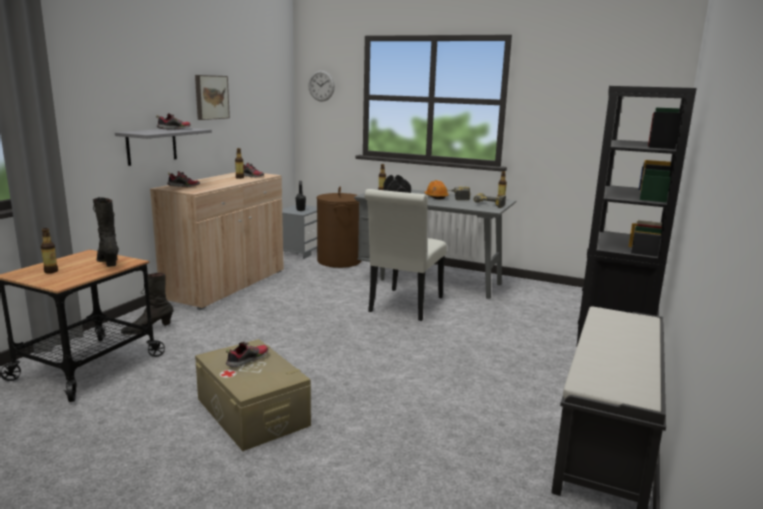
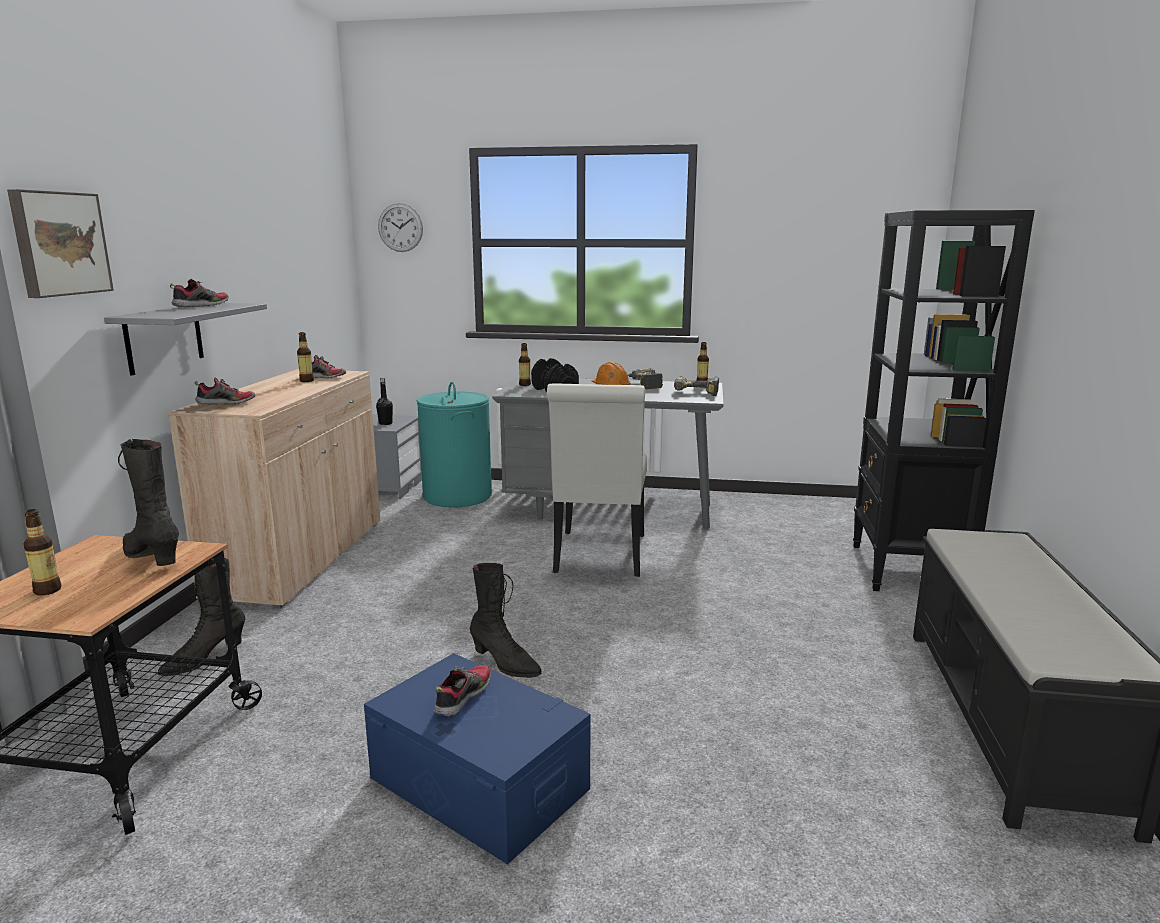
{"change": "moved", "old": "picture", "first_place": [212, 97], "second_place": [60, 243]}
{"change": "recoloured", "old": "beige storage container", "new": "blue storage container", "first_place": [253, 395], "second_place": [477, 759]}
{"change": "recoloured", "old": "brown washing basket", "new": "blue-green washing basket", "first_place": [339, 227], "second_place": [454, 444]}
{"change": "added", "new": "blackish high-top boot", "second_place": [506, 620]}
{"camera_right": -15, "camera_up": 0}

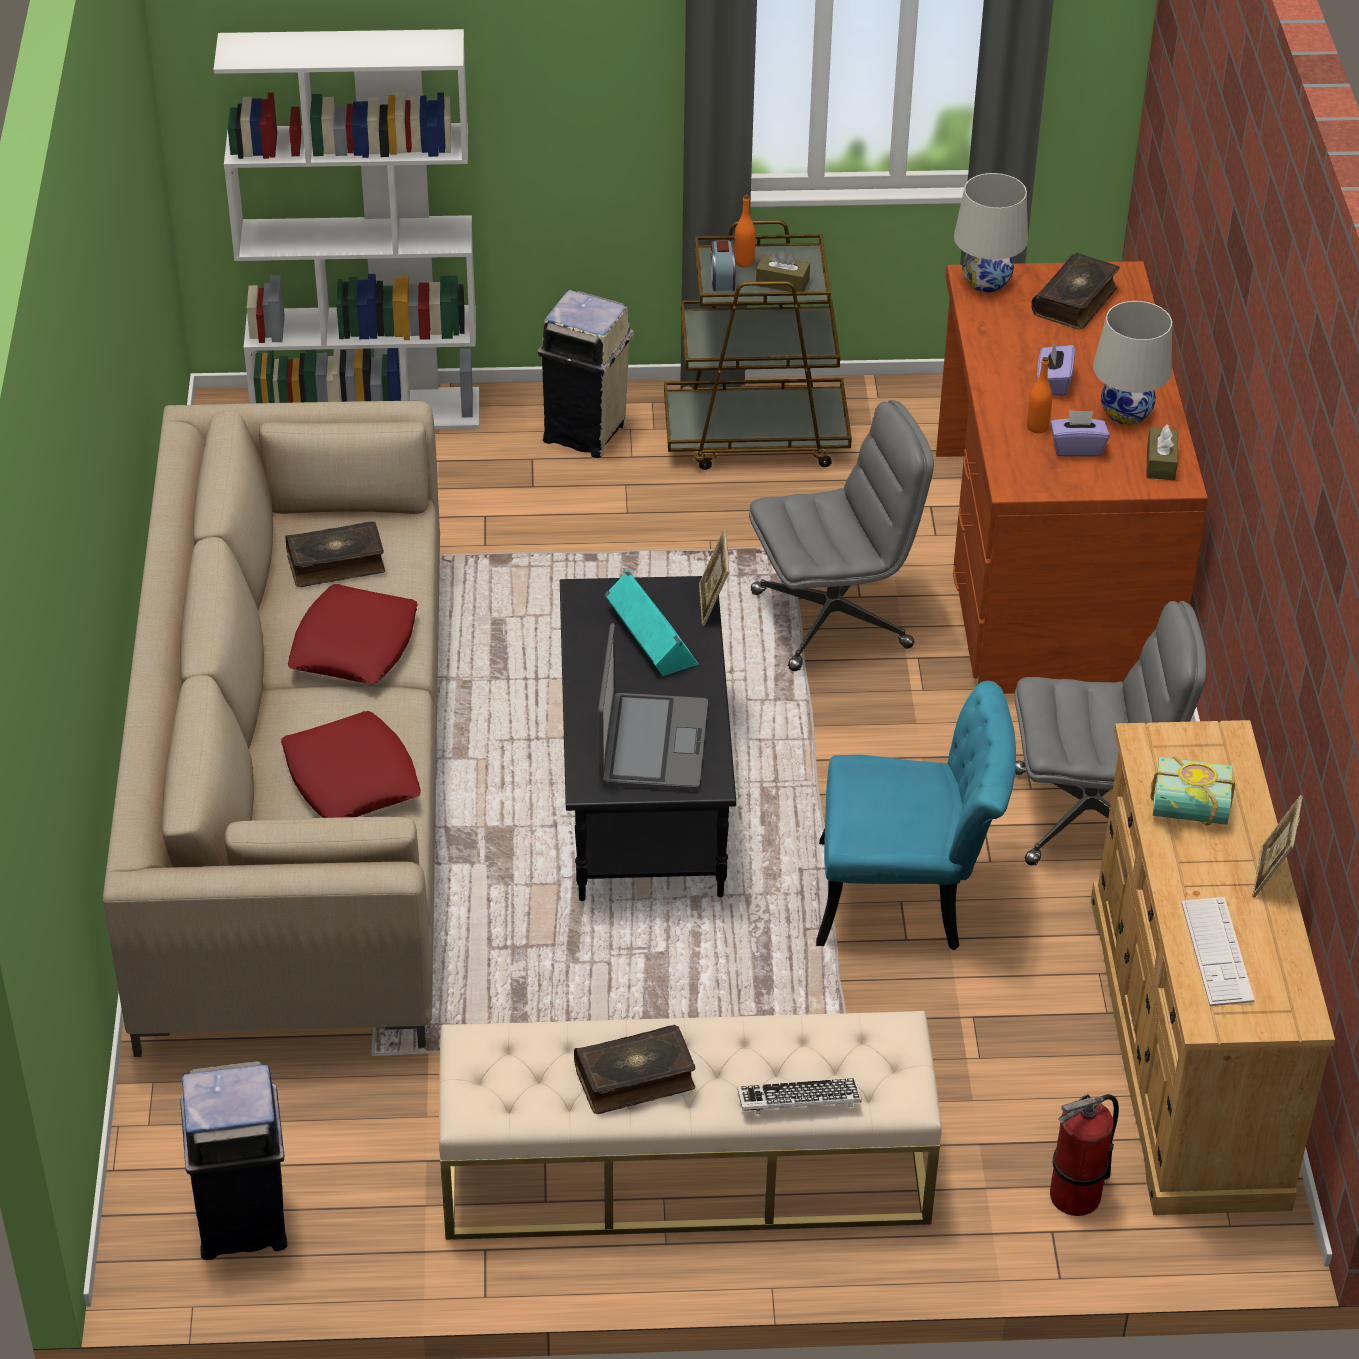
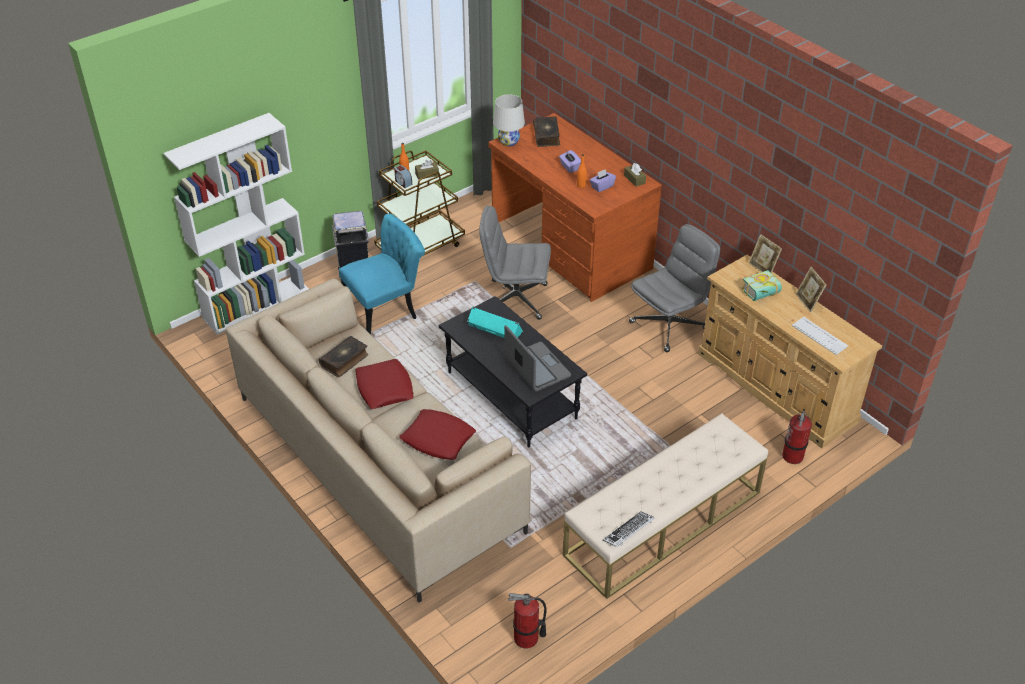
{"change": "replaced", "old": "blue trash can", "new": "fire-fighting cylinder", "first_place": [233, 1160], "second_place": [527, 621]}
{"change": "removed", "old": "book", "first_place": [634, 1069]}
{"change": "moved", "old": "photo frame", "first_place": [714, 578], "second_place": [765, 253]}
{"change": "moved", "old": "keyboard", "first_place": [799, 1096], "second_place": [628, 529]}
{"change": "turned", "old": "gray office chair", "first_place": [841, 535], "second_place": [515, 263], "degrees": -120}
{"change": "moved", "old": "blue-green chair", "first_place": [916, 815], "second_place": [382, 273]}
{"change": "removed", "old": "whitish tabletop lamp", "first_place": [1132, 363]}
{"camera_right": -35, "camera_up": 0}

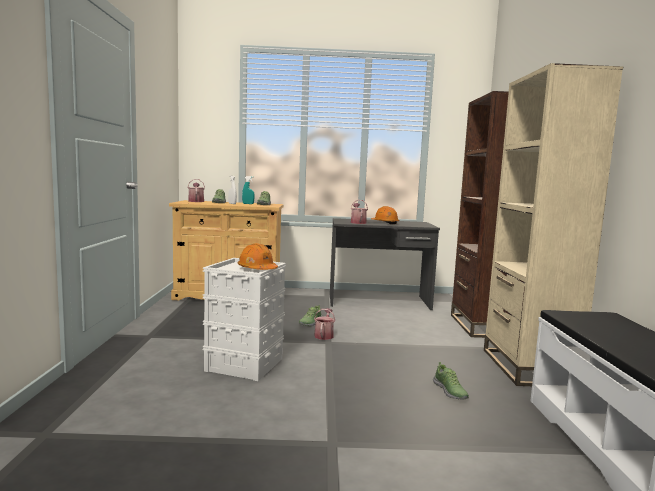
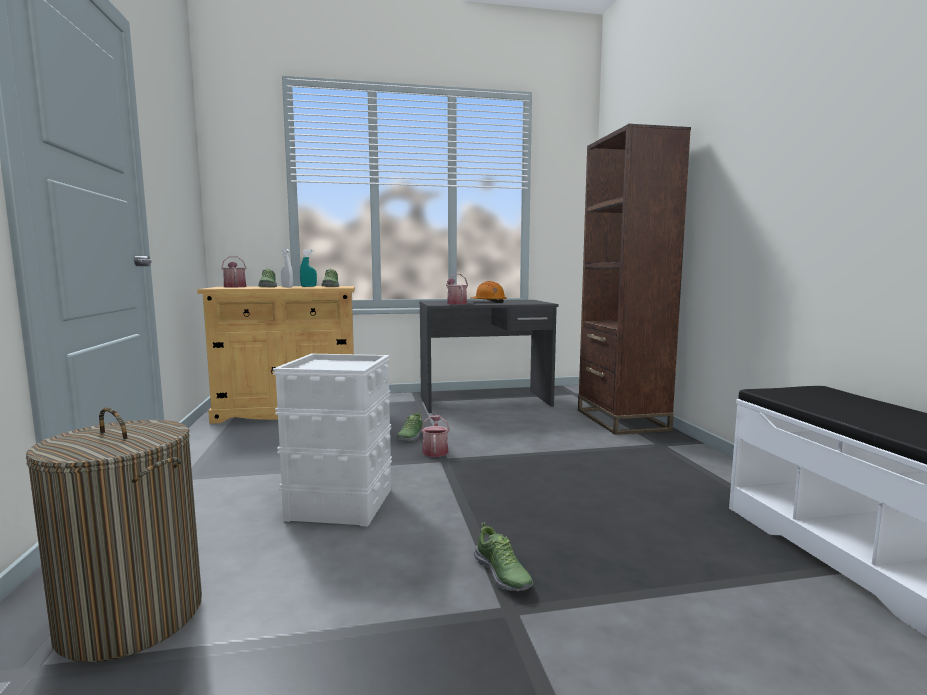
{"change": "removed", "old": "orangey hard hat", "first_place": [257, 256]}
{"change": "moved", "old": "item of footwear", "first_place": [451, 381], "second_place": [503, 556]}
{"change": "removed", "old": "beige shelving unit", "first_place": [553, 224]}
{"change": "added", "new": "washing basket", "second_place": [114, 535]}
{"camera_right": -10, "camera_up": 0}

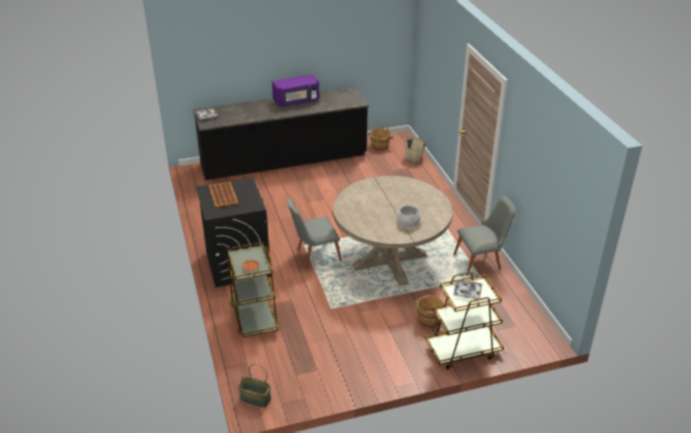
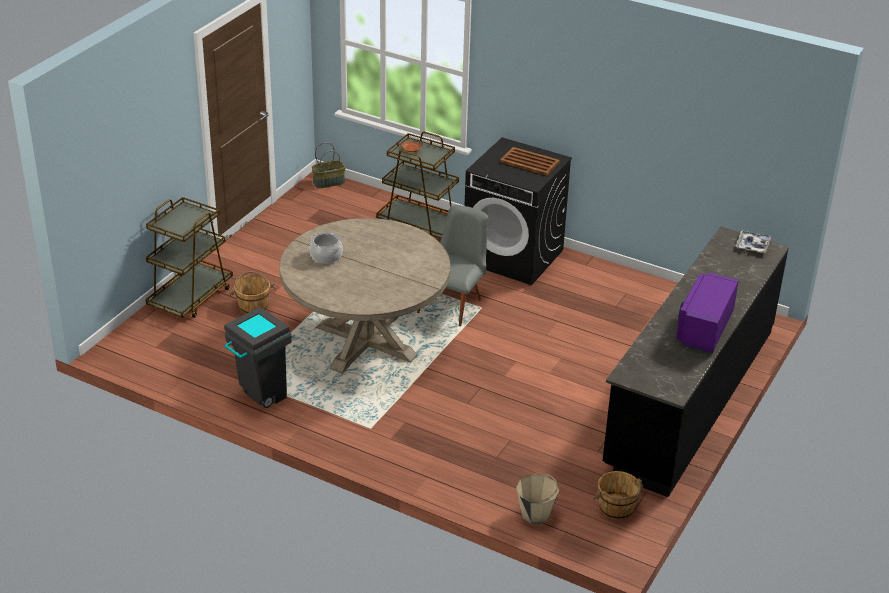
{"change": "replaced", "old": "gray chair", "new": "gray trash can", "first_place": [484, 236], "second_place": [258, 357]}
{"change": "removed", "old": "tray", "first_place": [467, 289]}
{"camera_right": 135, "camera_up": 0}

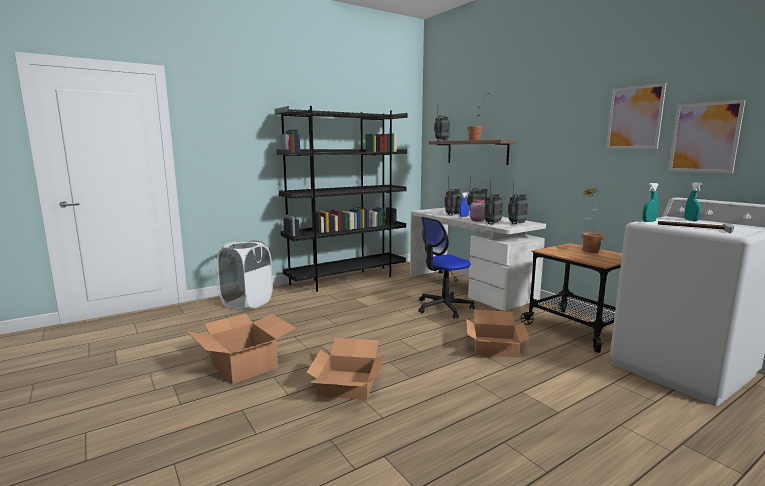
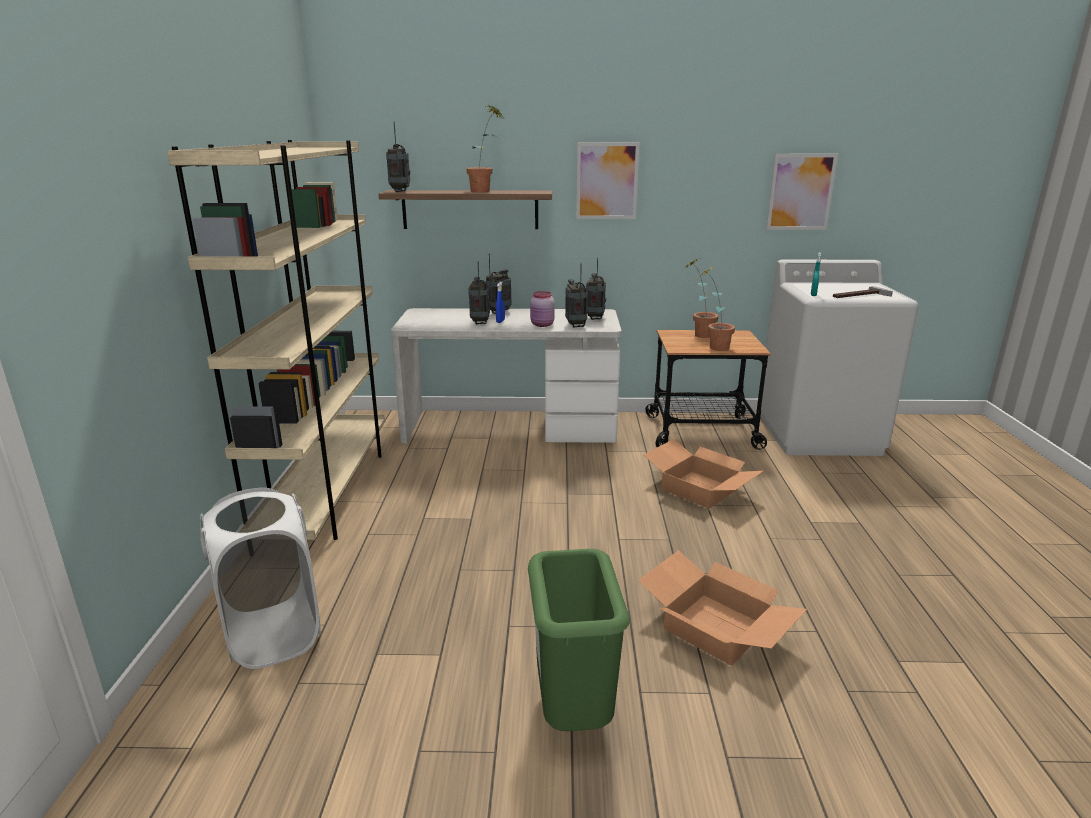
{"change": "replaced", "old": "carton", "new": "greenish trash can", "first_place": [241, 348], "second_place": [579, 640]}
{"change": "recoloured", "old": "blackish shelving unit", "new": "beige shelving unit", "first_place": [341, 199], "second_place": [276, 340]}
{"change": "removed", "old": "office chair", "first_place": [446, 267]}
{"change": "moved", "old": "picture", "first_place": [636, 116], "second_place": [607, 181]}
{"change": "removed", "old": "blue-green spray bottle", "first_place": [693, 201]}
{"change": "added", "new": "potted plant", "second_place": [717, 309]}
{"camera_right": -55, "camera_up": 10}

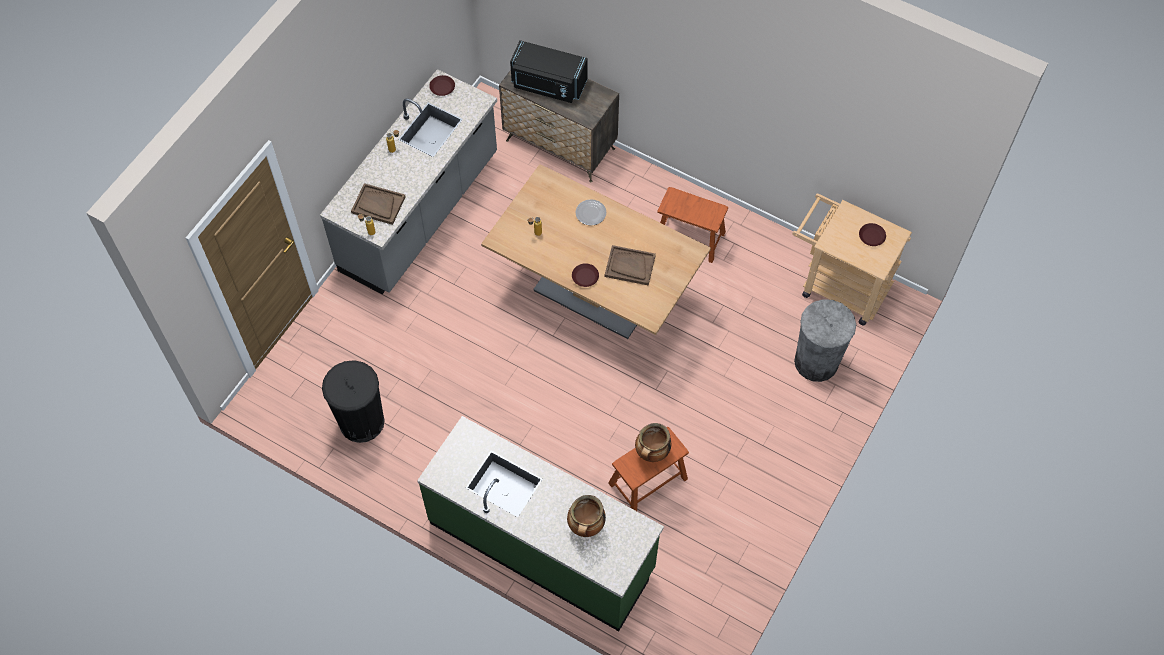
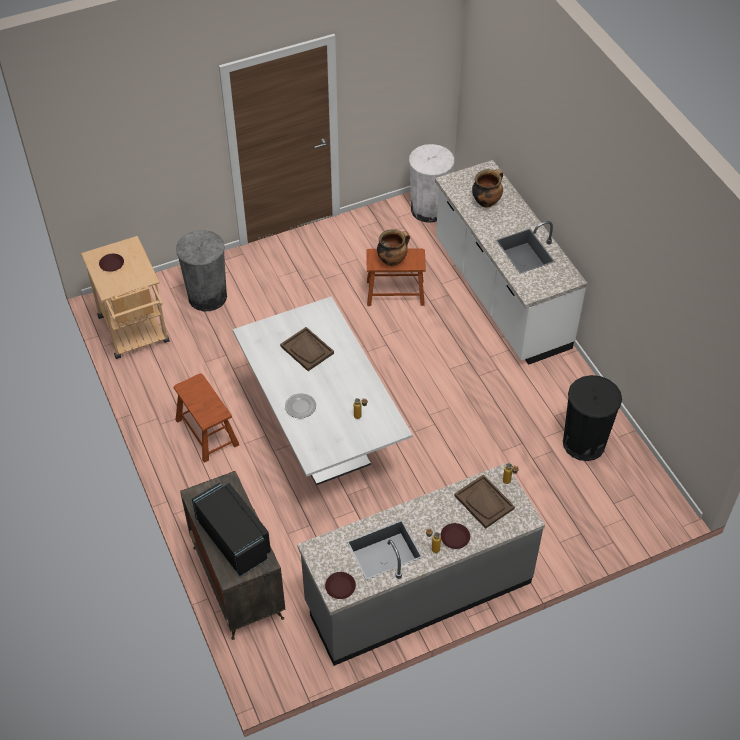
{"change": "recoloured", "old": "greenish kitchen counter", "new": "whitish kitchen counter", "first_place": [540, 523], "second_place": [511, 262]}
{"change": "recoloured", "old": "brown dining table", "new": "whitish dining table", "first_place": [596, 251], "second_place": [323, 390]}
{"change": "moved", "old": "brown plate", "first_place": [585, 275], "second_place": [455, 536]}
{"change": "added", "new": "whitish trash can", "second_place": [431, 183]}
{"camera_right": -145, "camera_up": -10}

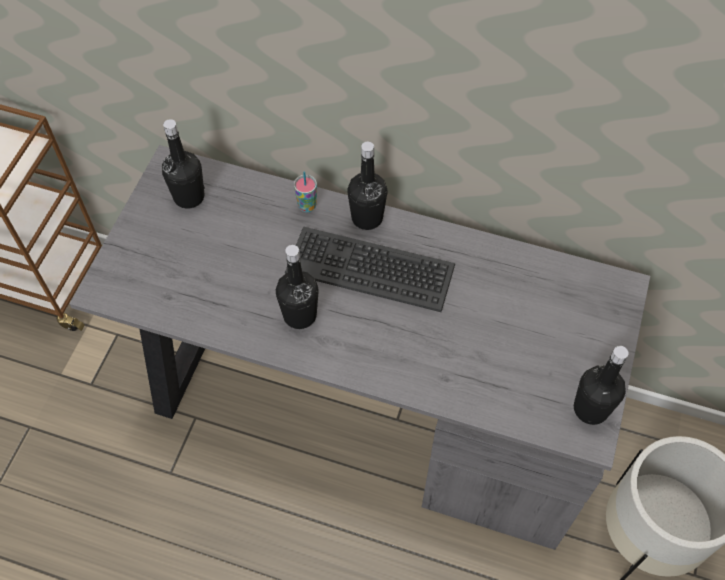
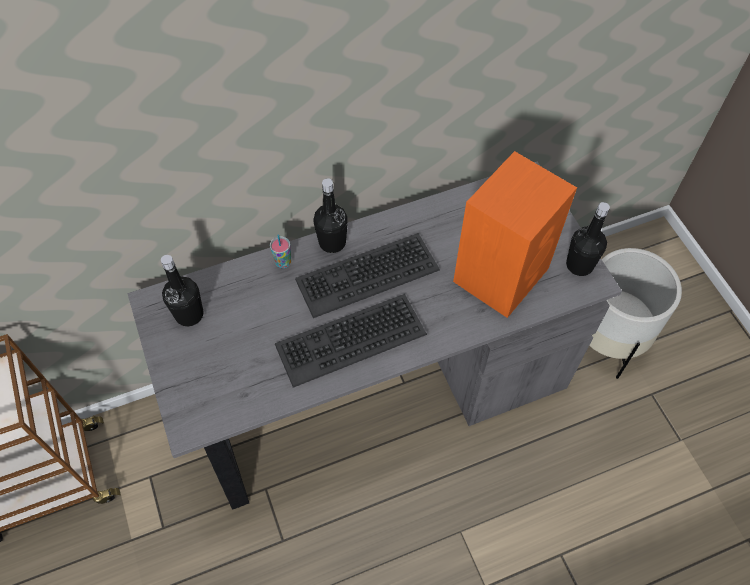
{"change": "replaced", "old": "blackish beverage bottle", "new": "keyboard", "first_place": [297, 287], "second_place": [351, 341]}
{"change": "added", "new": "orangey speaker", "second_place": [515, 234]}
{"camera_right": -40, "camera_up": 0}

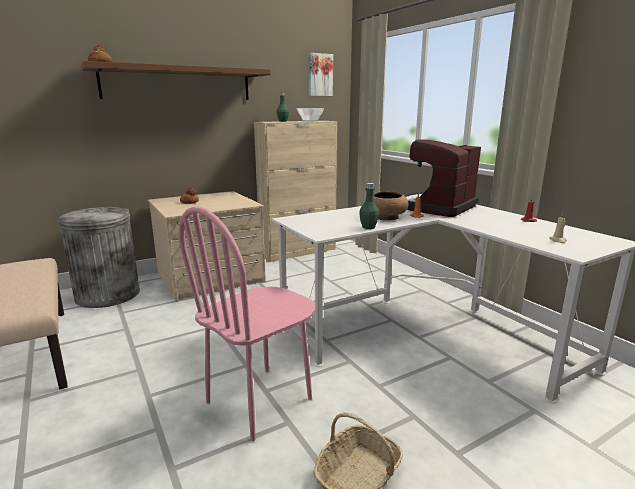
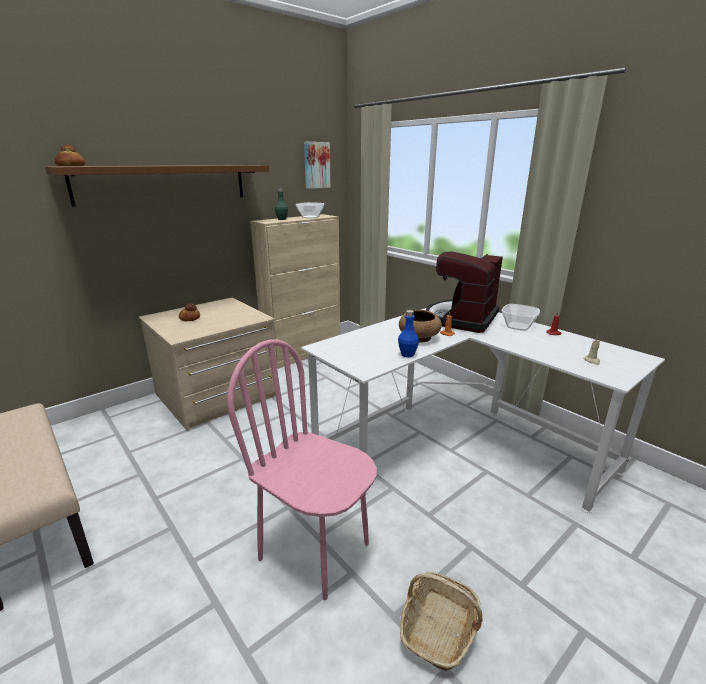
{"change": "removed", "old": "gray trash can", "first_place": [99, 257]}
{"change": "turned", "old": "pinkish chair", "first_place": [247, 323], "second_place": [302, 470], "degrees": 90}
{"change": "recoloured", "old": "greenish beverage bottle", "new": "blue beverage bottle", "first_place": [369, 206], "second_place": [408, 333]}
{"change": "added", "new": "serving bowl", "second_place": [521, 317]}
{"camera_right": -10, "camera_up": 5}

